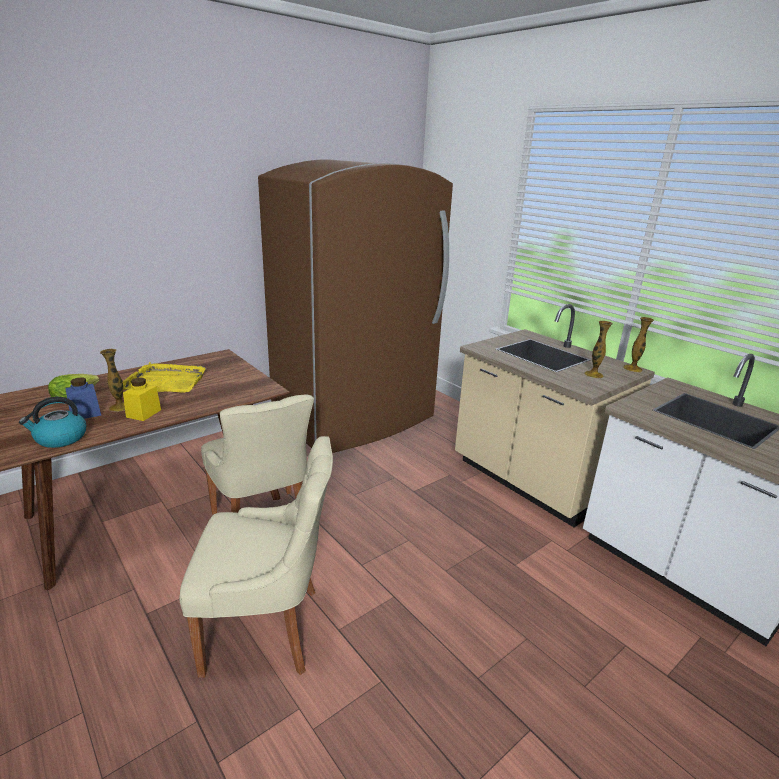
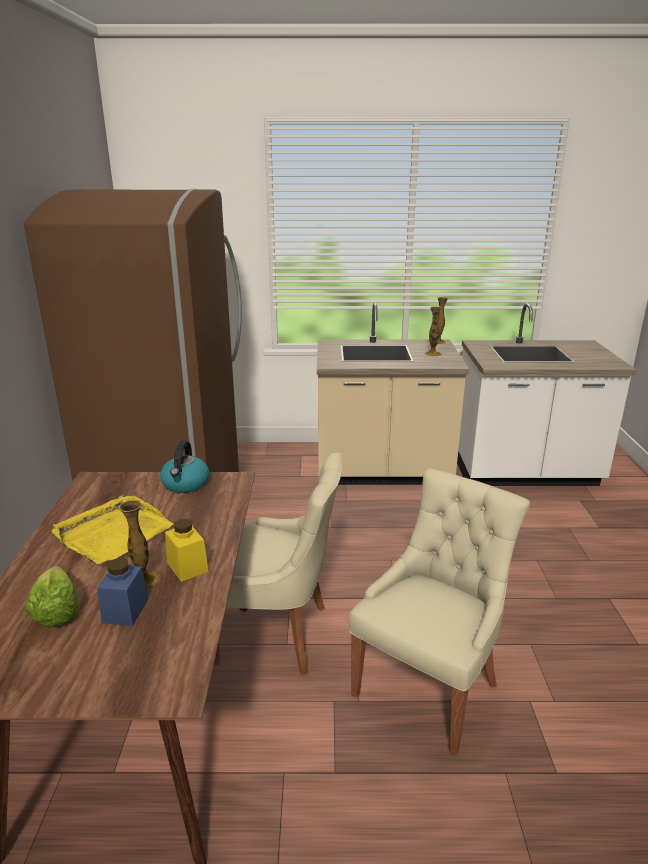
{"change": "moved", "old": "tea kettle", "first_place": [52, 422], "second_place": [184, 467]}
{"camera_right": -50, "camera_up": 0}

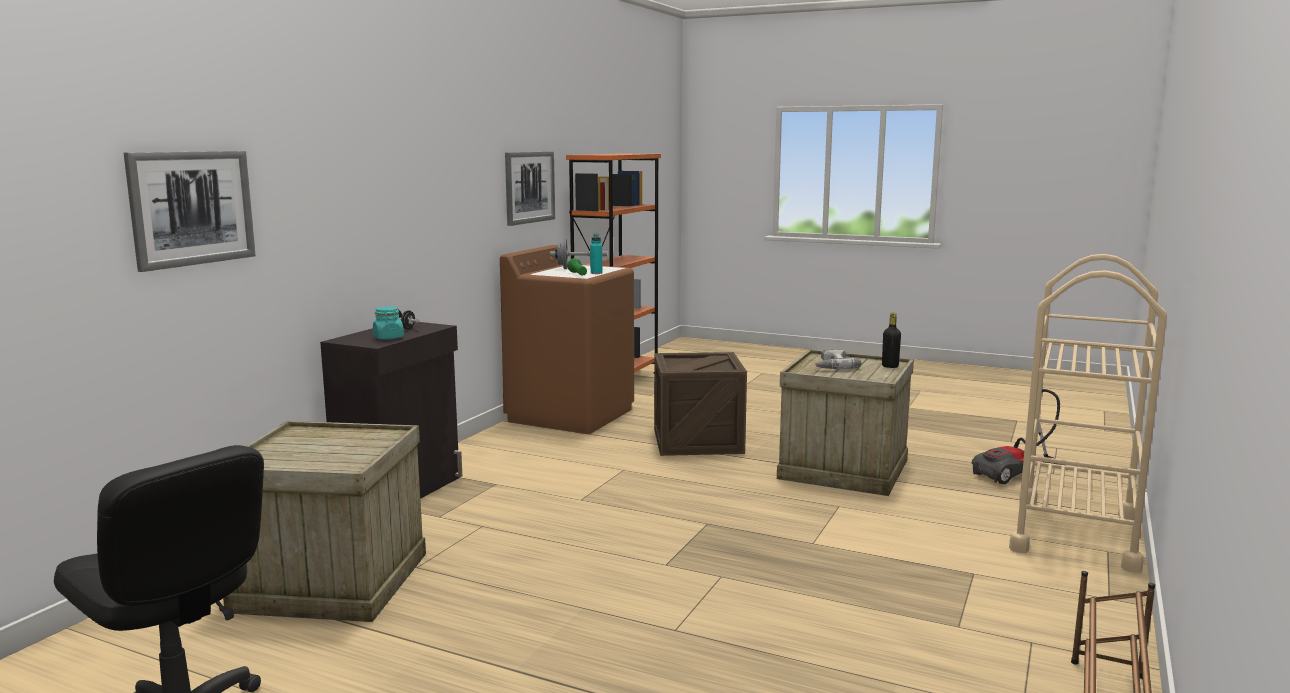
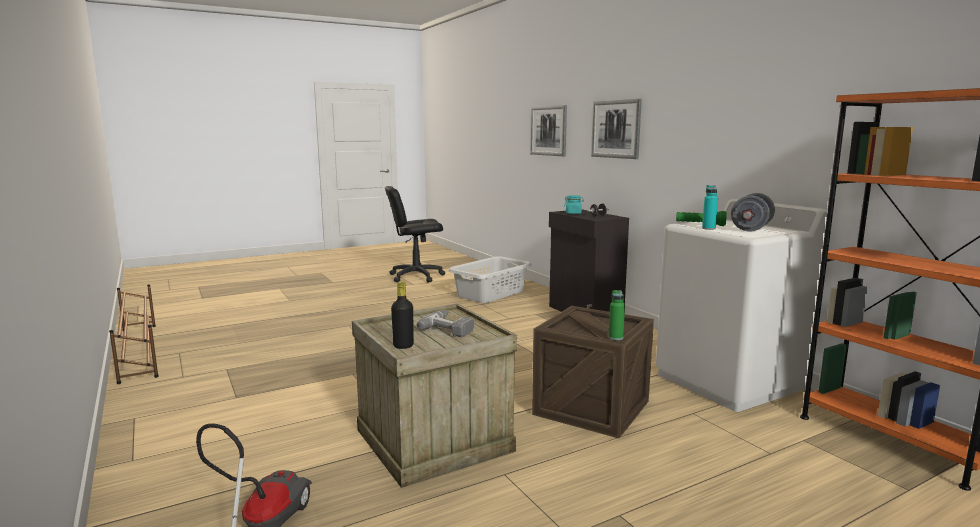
{"change": "replaced", "old": "packing crate", "new": "gray washing basket", "first_place": [324, 521], "second_place": [490, 280]}
{"change": "recoloured", "old": "brown laundry machine", "new": "whitish laundry machine", "first_place": [567, 339], "second_place": [742, 305]}
{"change": "moved", "old": "picture", "first_place": [530, 189], "second_place": [616, 129]}
{"change": "removed", "old": "beige wheeled cart", "first_place": [1088, 413]}
{"change": "added", "new": "greenish beverage bottle", "second_place": [617, 315]}
{"camera_right": 125, "camera_up": 0}

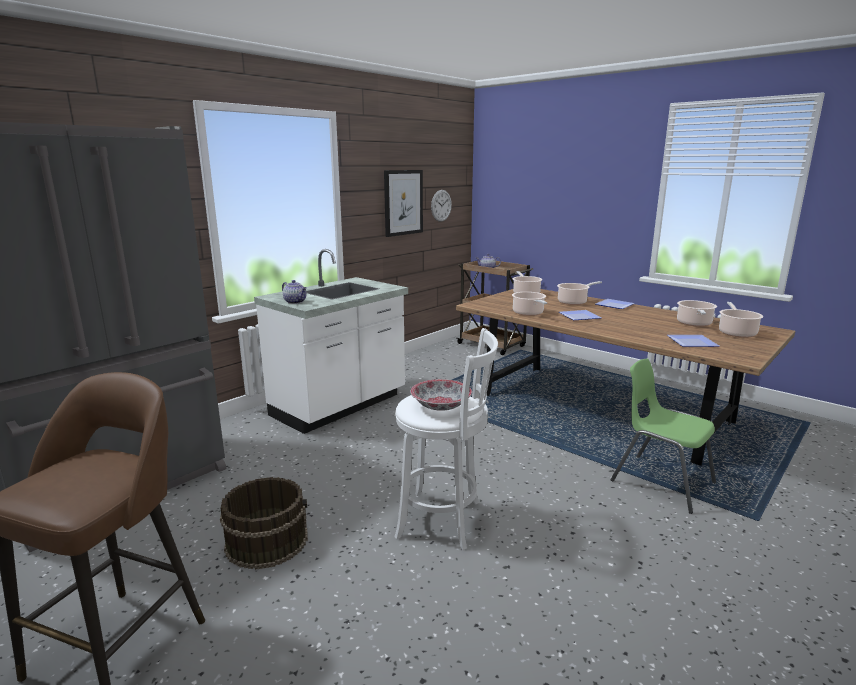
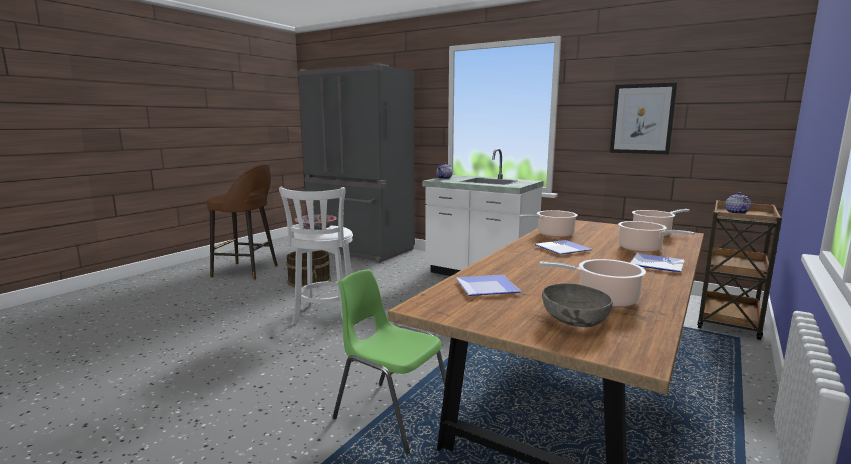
{"change": "removed", "old": "clock on the wall", "first_place": [441, 206]}
{"change": "turned", "old": "greenish chair", "first_place": [663, 436], "second_place": [389, 361], "degrees": -90}
{"change": "replaced", "old": "stockpot", "new": "gray serving bowl", "first_place": [741, 320], "second_place": [577, 305]}
{"camera_right": 80, "camera_up": -5}

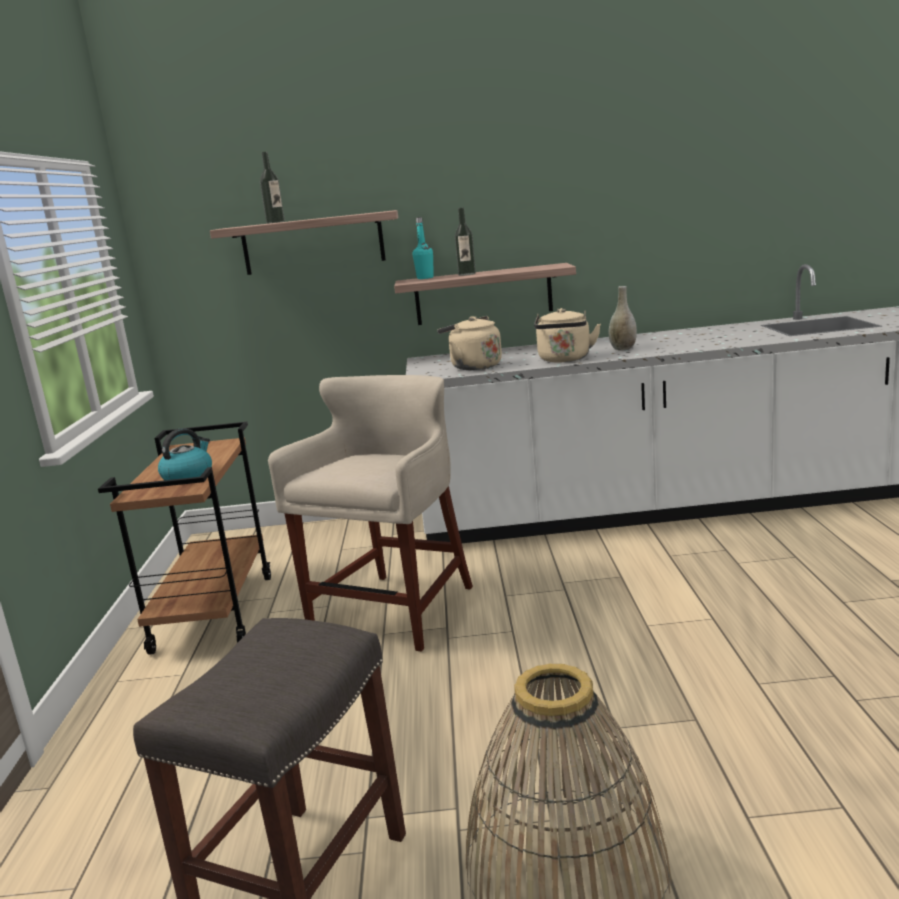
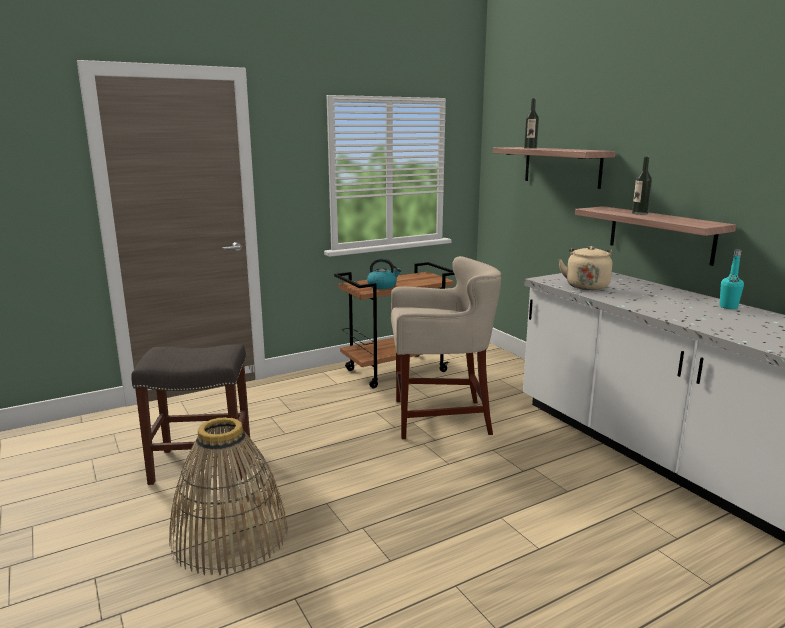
{"change": "moved", "old": "blue-green beverage bottle", "first_place": [423, 248], "second_place": [731, 279]}
{"change": "removed", "old": "beige tea kettle", "first_place": [567, 335]}
{"change": "removed", "old": "gray flower vase", "first_place": [622, 318]}
{"camera_right": 60, "camera_up": 0}

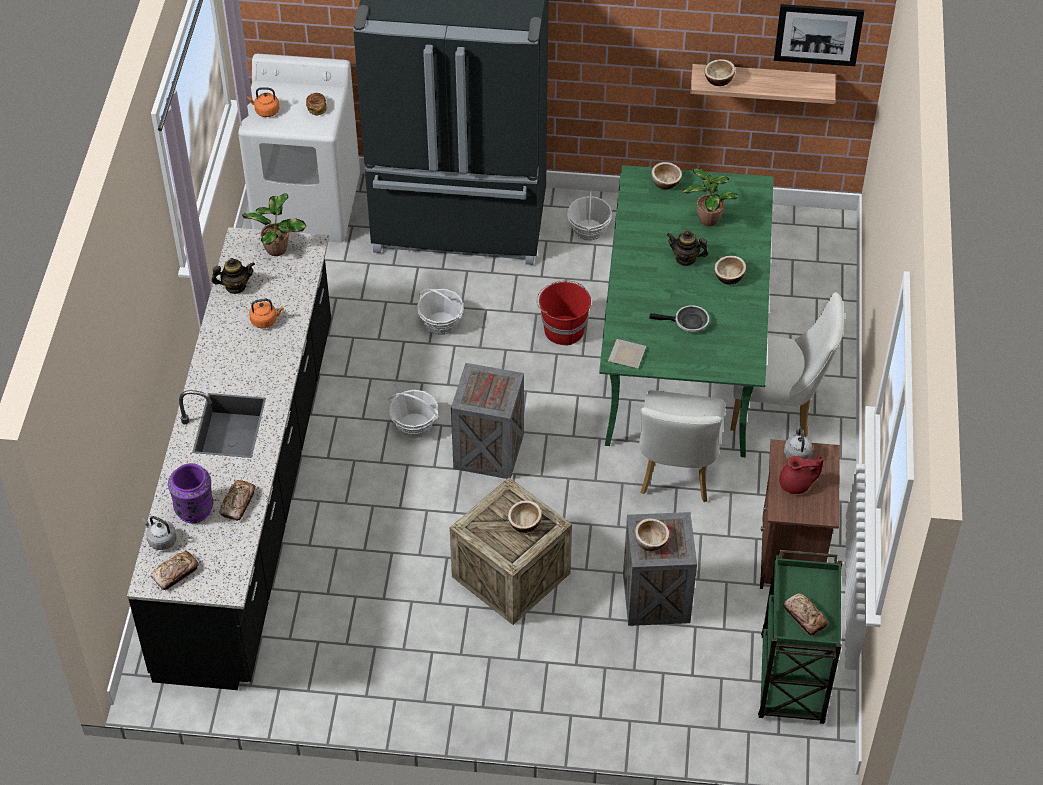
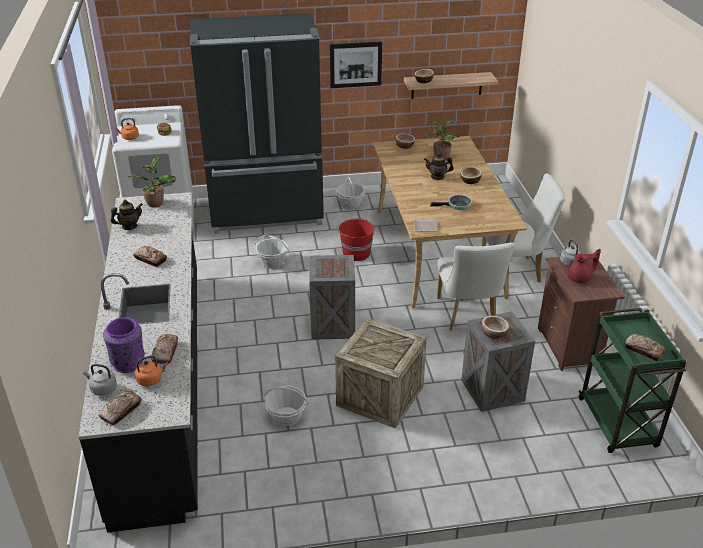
{"change": "moved", "old": "orangey tea kettle", "first_place": [266, 313], "second_place": [151, 371]}
{"change": "moved", "old": "storage basket", "first_place": [413, 414], "second_place": [285, 406]}
{"change": "removed", "old": "serving bowl", "first_place": [525, 516]}
{"change": "recoloured", "old": "greenish dining table", "new": "beige dining table", "first_place": [686, 311], "second_place": [450, 222]}
{"change": "moved", "old": "picture", "first_place": [819, 35], "second_place": [356, 64]}
{"change": "added", "new": "bakery bread", "second_place": [150, 256]}
{"camera_right": -15, "camera_up": -15}

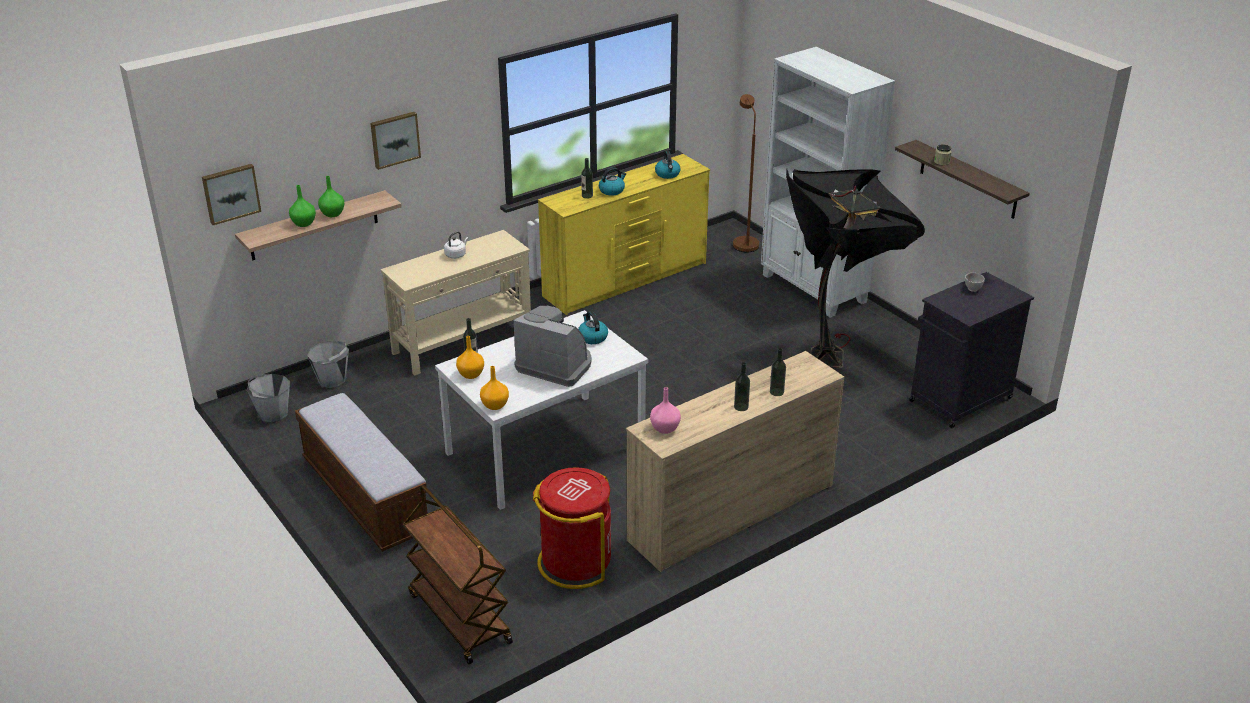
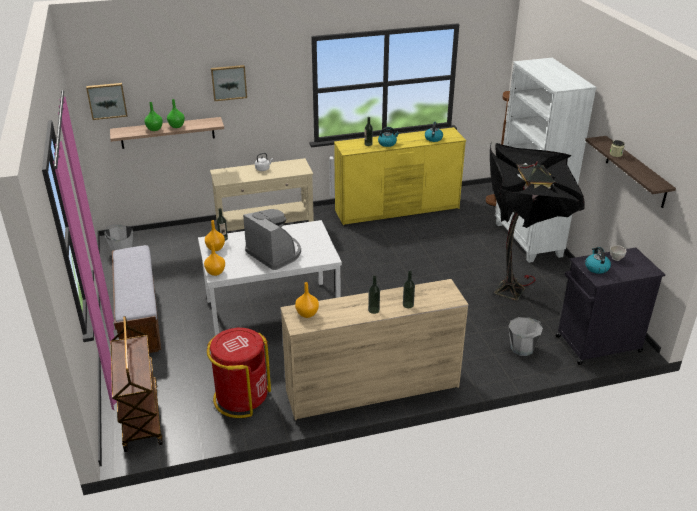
{"change": "moved", "old": "gray water bucket", "first_place": [328, 364], "second_place": [525, 336]}
{"change": "moved", "old": "tea kettle", "first_place": [593, 327], "second_place": [598, 260]}
{"change": "recoloured", "old": "pinkish flower vase", "new": "orangey flower vase", "first_place": [665, 410], "second_place": [307, 300]}
{"camera_right": 20, "camera_up": 0}

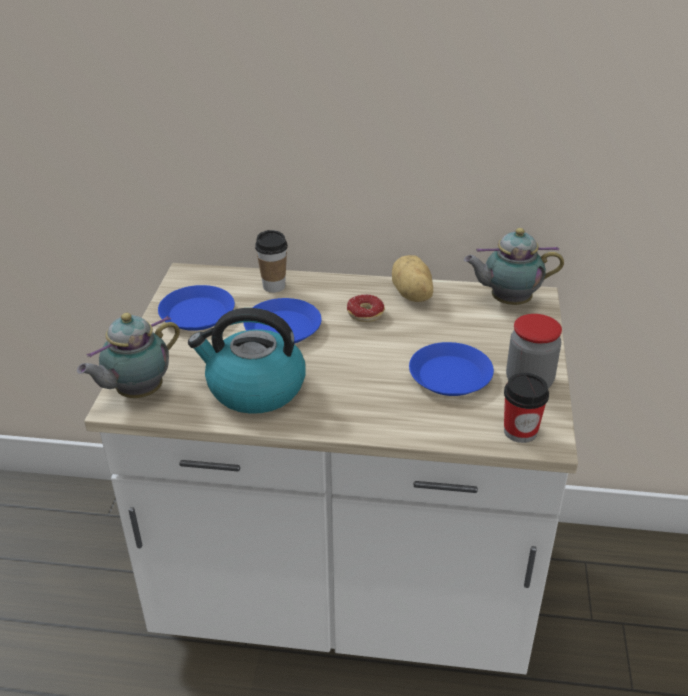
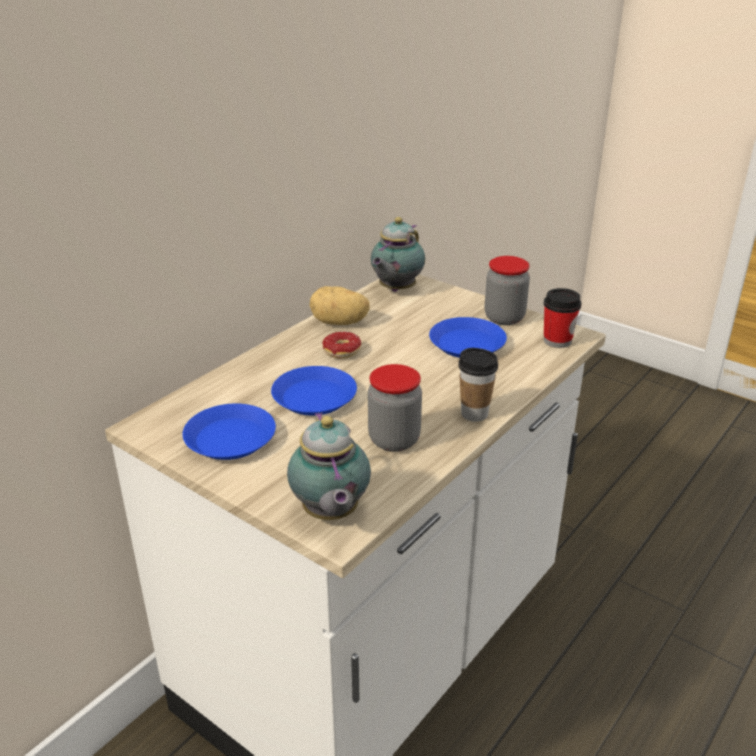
{"change": "replaced", "old": "tea kettle", "new": "storage jar", "first_place": [247, 361], "second_place": [395, 408]}
{"change": "moved", "old": "drinking cup", "first_place": [271, 261], "second_place": [478, 385]}
{"camera_right": -60, "camera_up": -5}

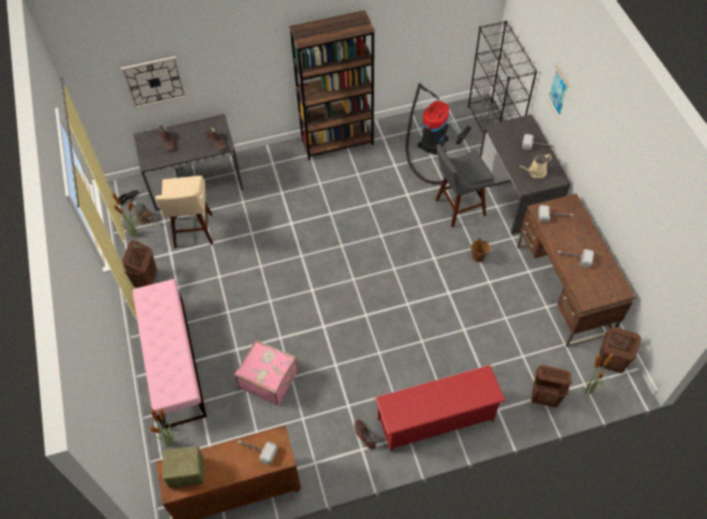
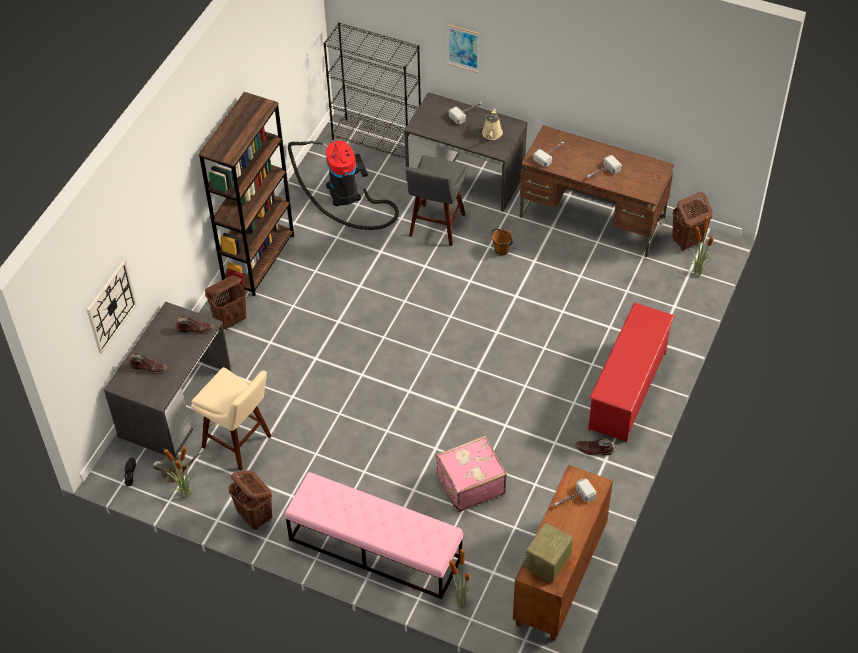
{"change": "moved", "old": "brown washing basket", "first_place": [551, 386], "second_place": [225, 302]}
{"camera_right": -50, "camera_up": -5}

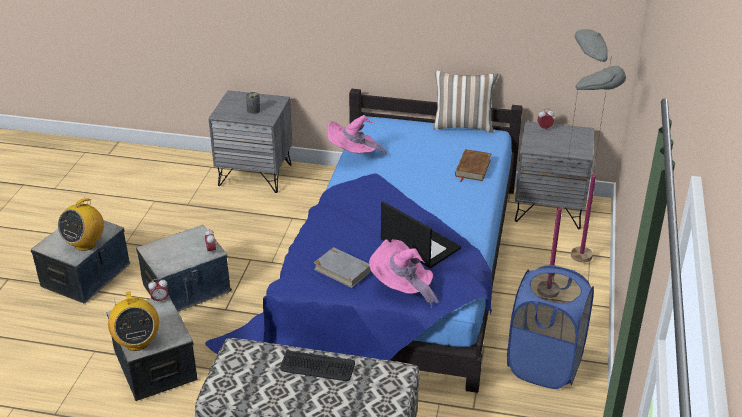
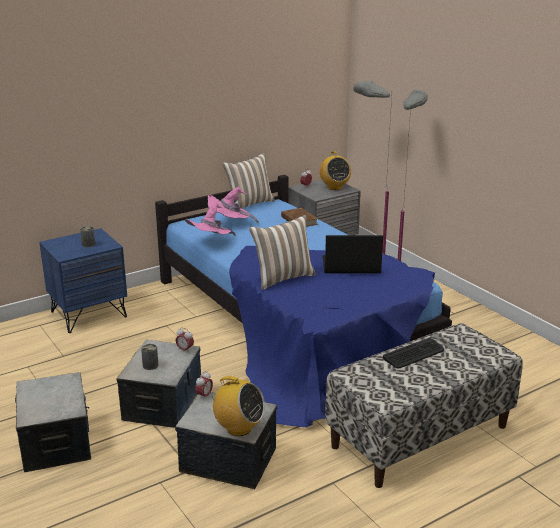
{"change": "moved", "old": "radio", "first_place": [81, 223], "second_place": [335, 170]}
{"change": "recoloured", "old": "gray bedside table", "new": "blue bedside table", "first_place": [250, 142], "second_place": [83, 280]}
{"change": "removed", "old": "gray book", "first_place": [342, 267]}
{"change": "moved", "old": "pinkish hat", "first_place": [404, 273], "second_place": [233, 205]}
{"change": "removed", "old": "blue washing basket", "first_place": [550, 327]}
{"change": "added", "new": "can", "second_place": [149, 357]}
{"change": "added", "new": "pillow", "second_place": [282, 252]}
{"camera_right": -45, "camera_up": -10}

